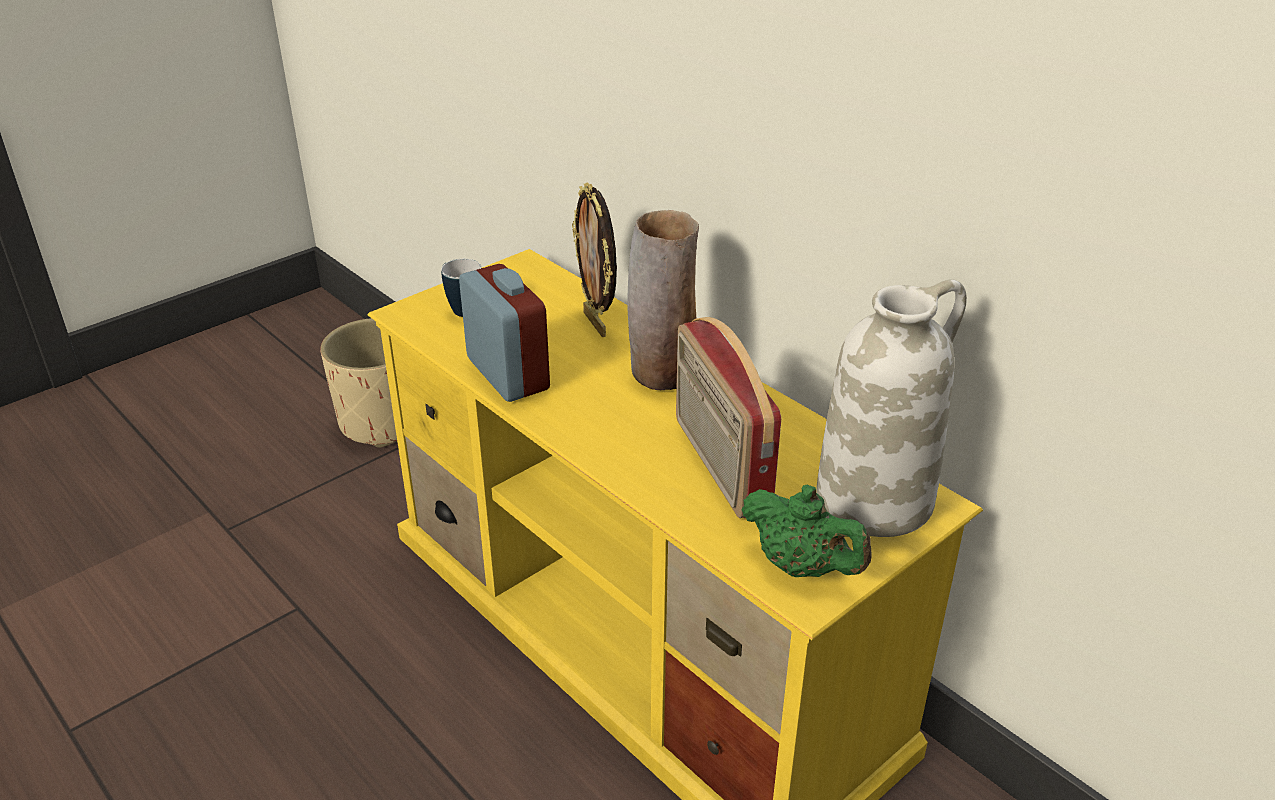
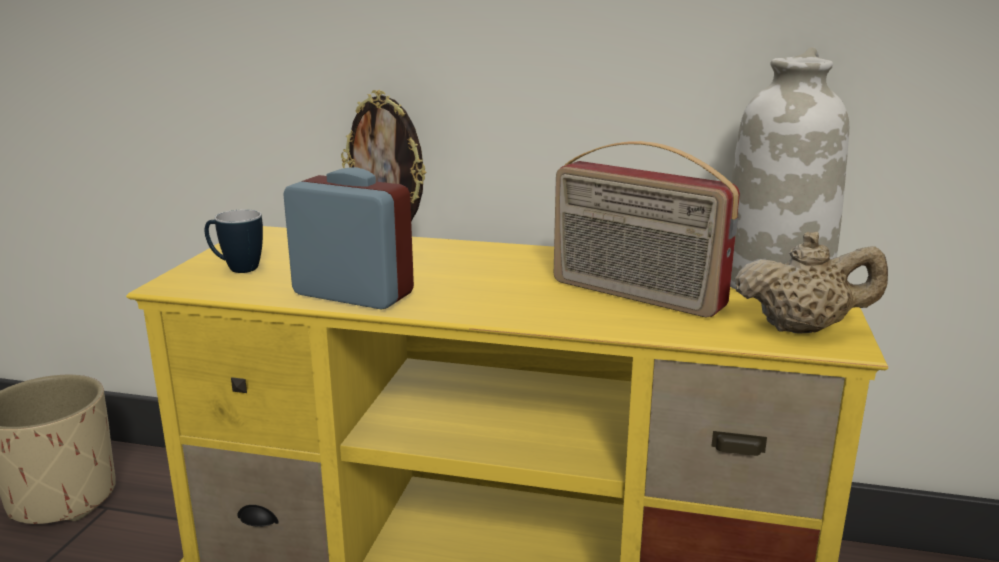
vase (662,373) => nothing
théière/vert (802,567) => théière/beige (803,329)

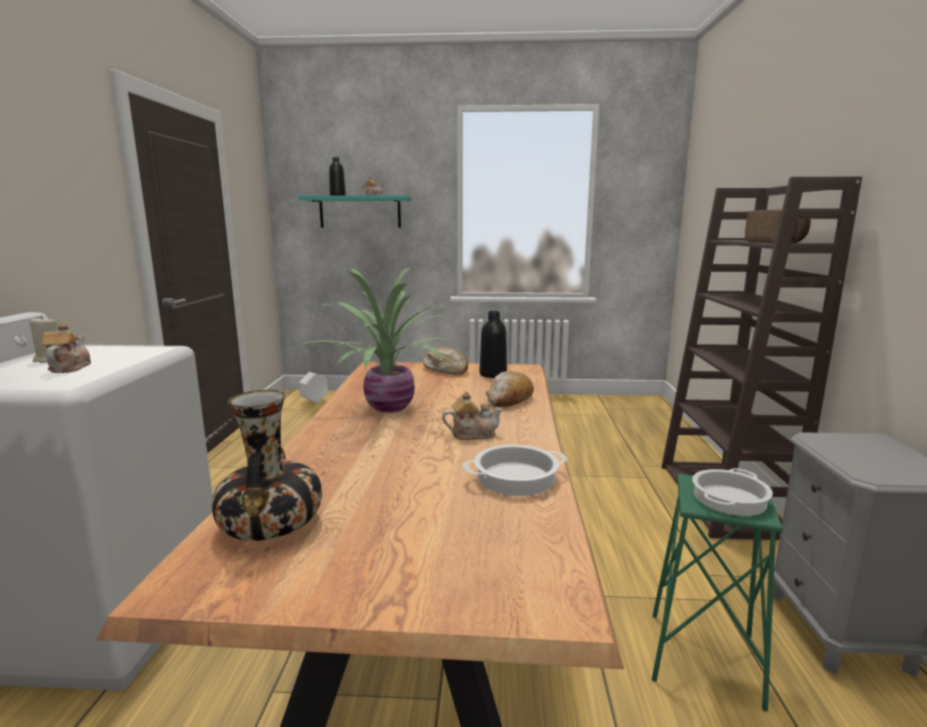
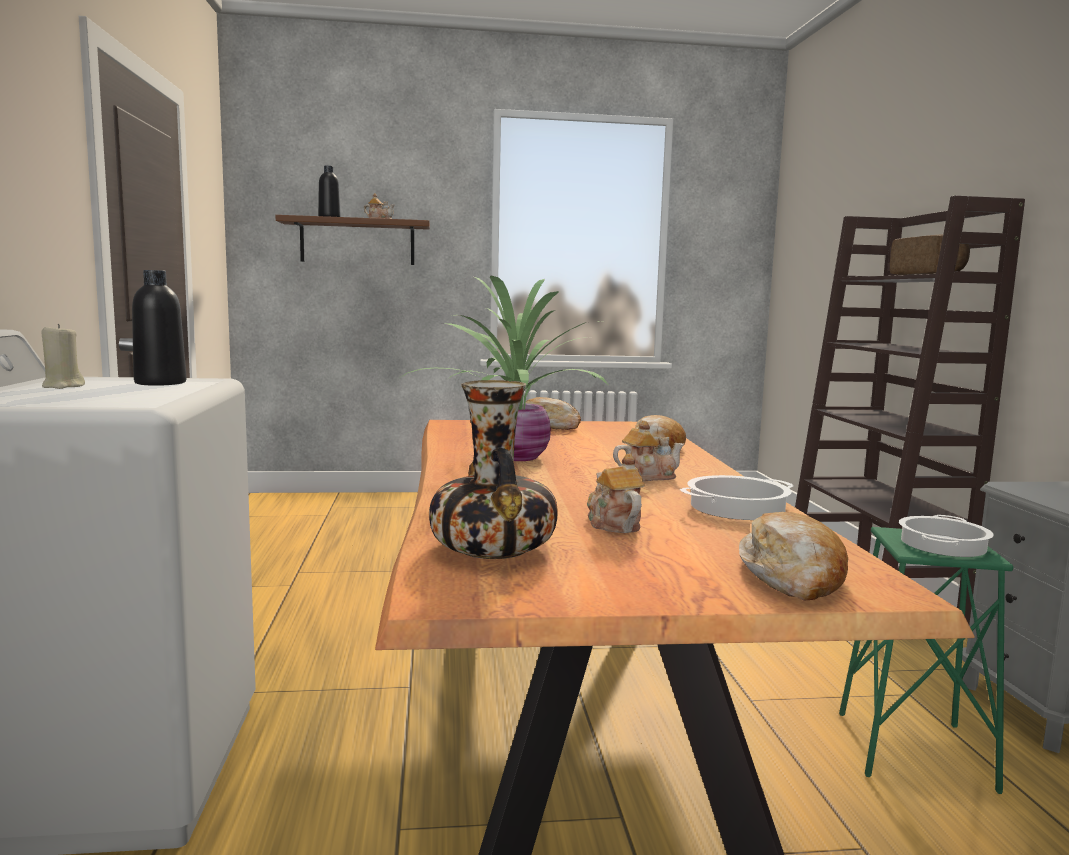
théière (69,368) => théière (613,524), shifted
étagère/turquoise (360,212) => étagère/marron (357,242)
cache-pot/blanc (314,402) => nothing
bouteille/noir (493,374) => bouteille/noir (160,383), shifted
nothing => pain (792,576)

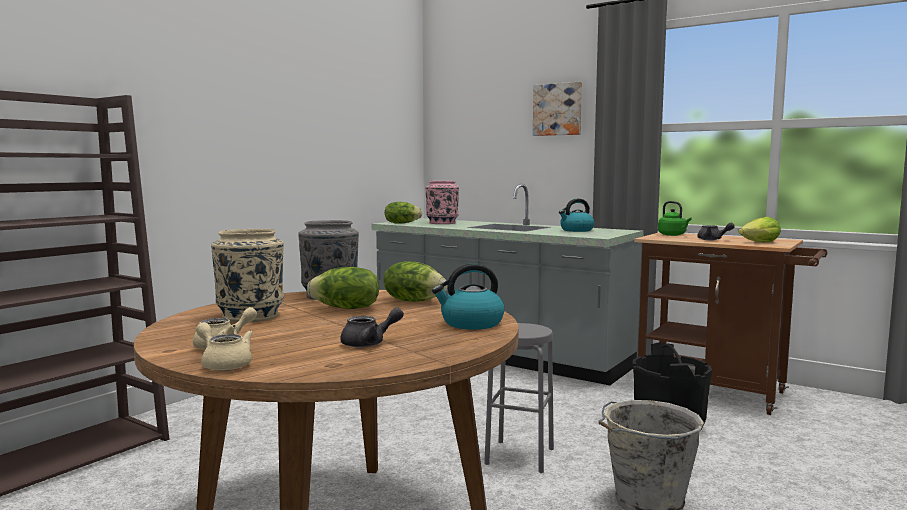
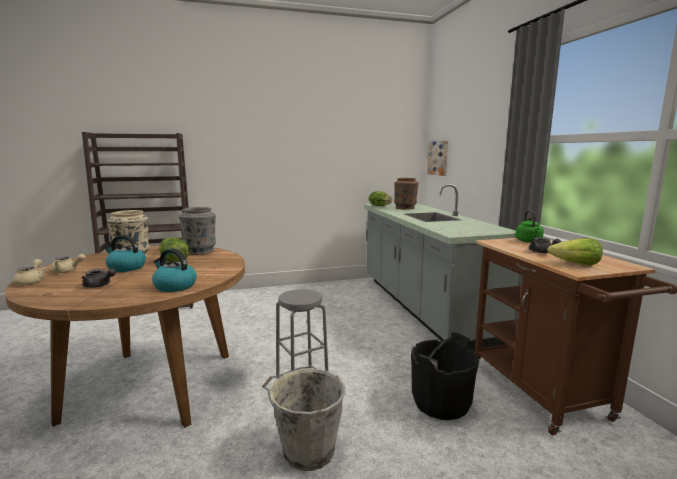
laitue (414,301) => nothing
vase/rose (442,223) => vase/marron (405,208)
tableau (558,109) => tableau (438,158), shifted
bouilloire (576,230) => bouilloire (126,268), shifted

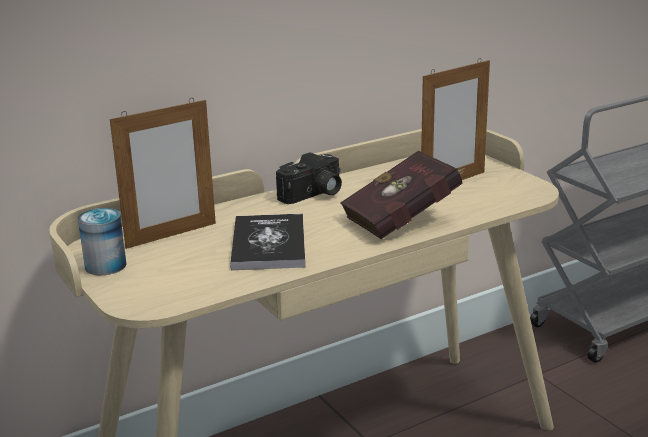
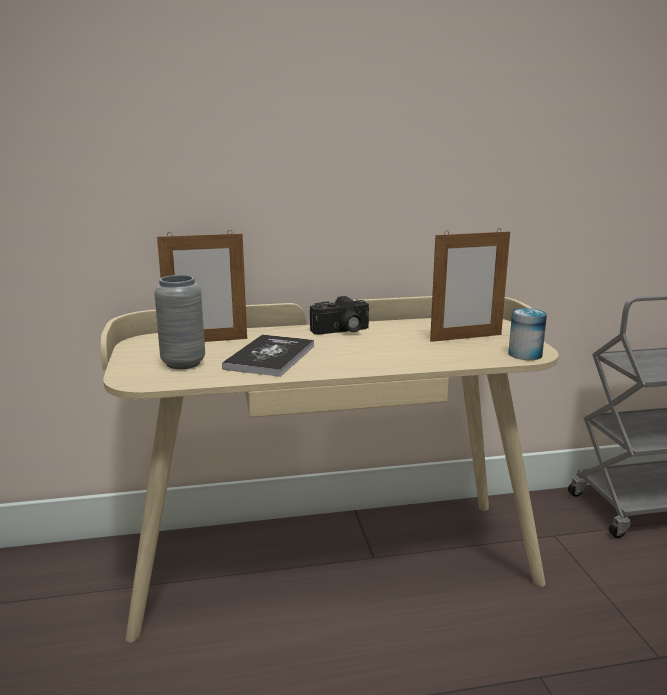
boîte métallique (105,266) => boîte métallique (525,354), shifted
livre/rouge (406,220) => nothing
nothing => vase/gris (183,363)

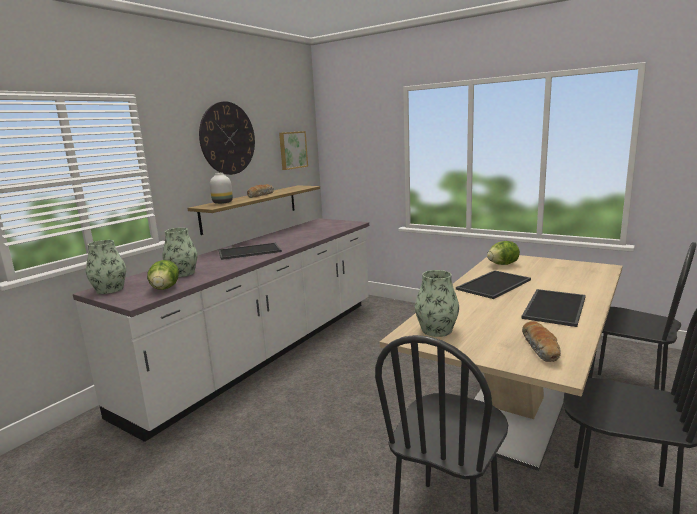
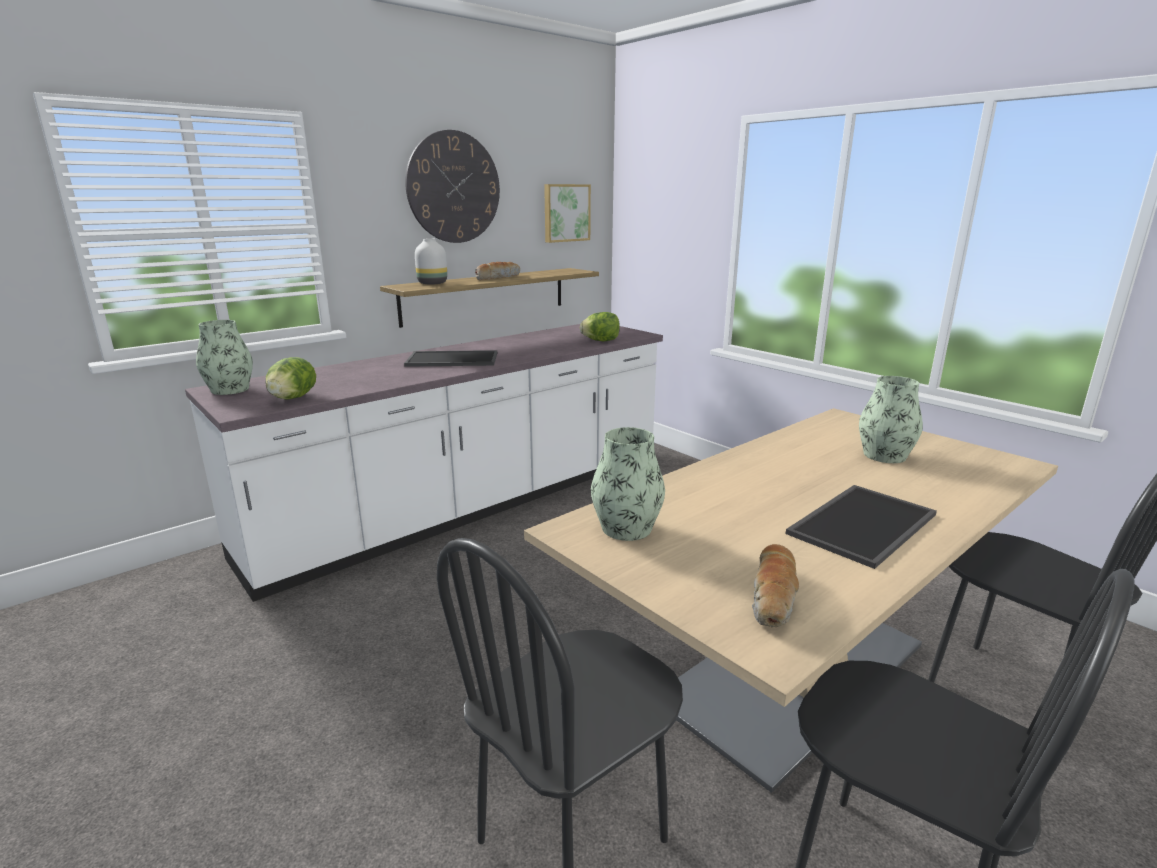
vase (182,273) => vase (884,455), shifted
plateau (494,285) => nothing
laitue (502,264) => laitue (601,341), shifted

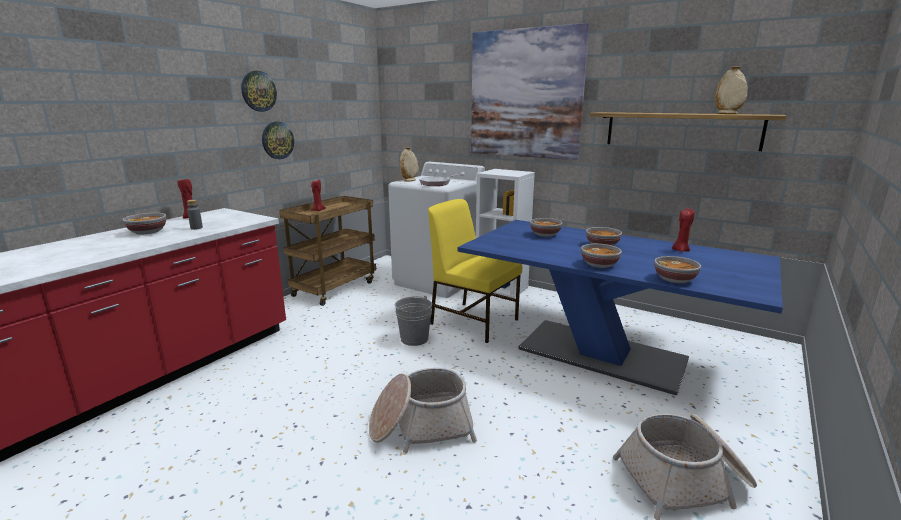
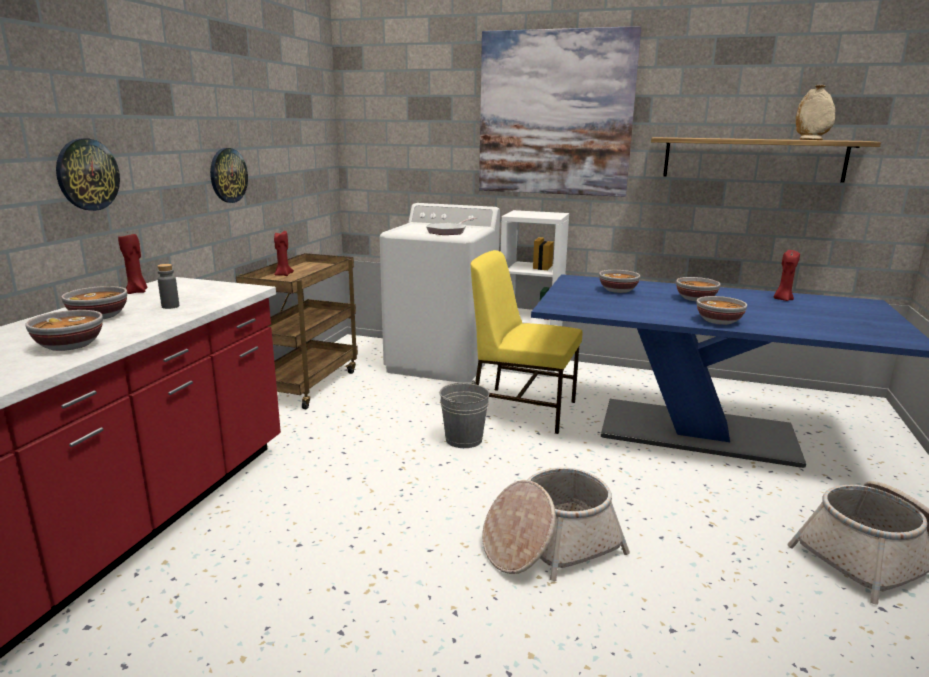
horloge murale (258,91) => horloge murale (87,174), shifted
vase/beige (409,180) => nothing
bol (674,280) => bol (69,346), shifted

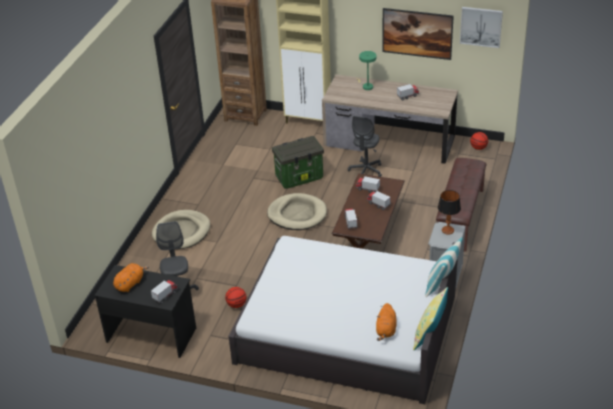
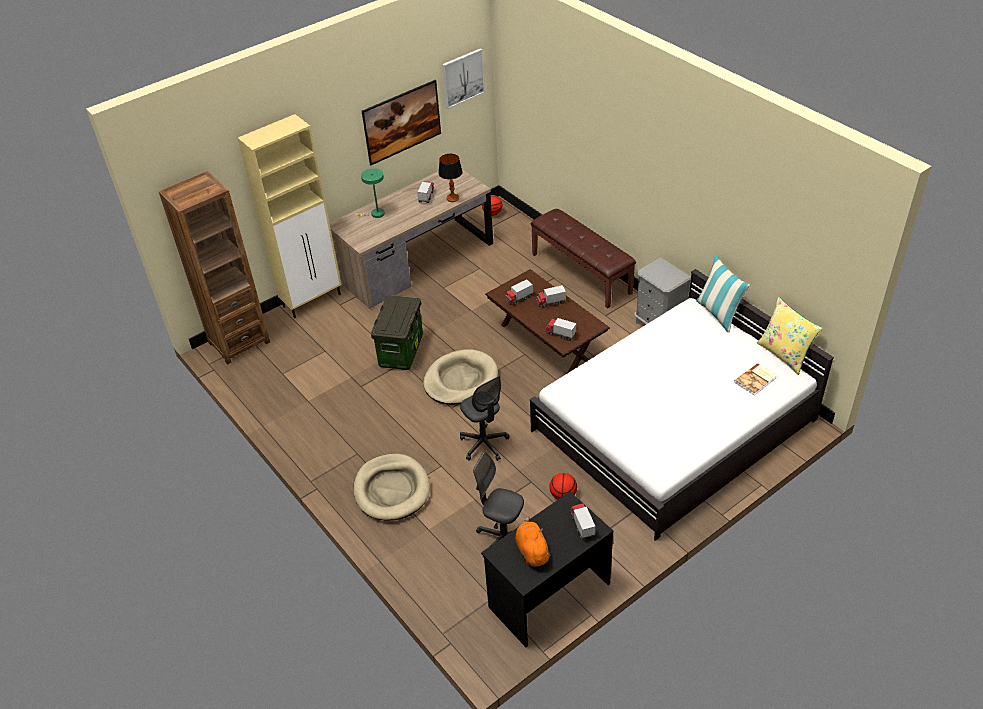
chaise de bureau/gris (366,171) => chaise de bureau/gris (484,444), shifted
peluche/orange (386,330) => livre (756,380)
lampe de table (447,230) => lampe de table (452,198), shifted

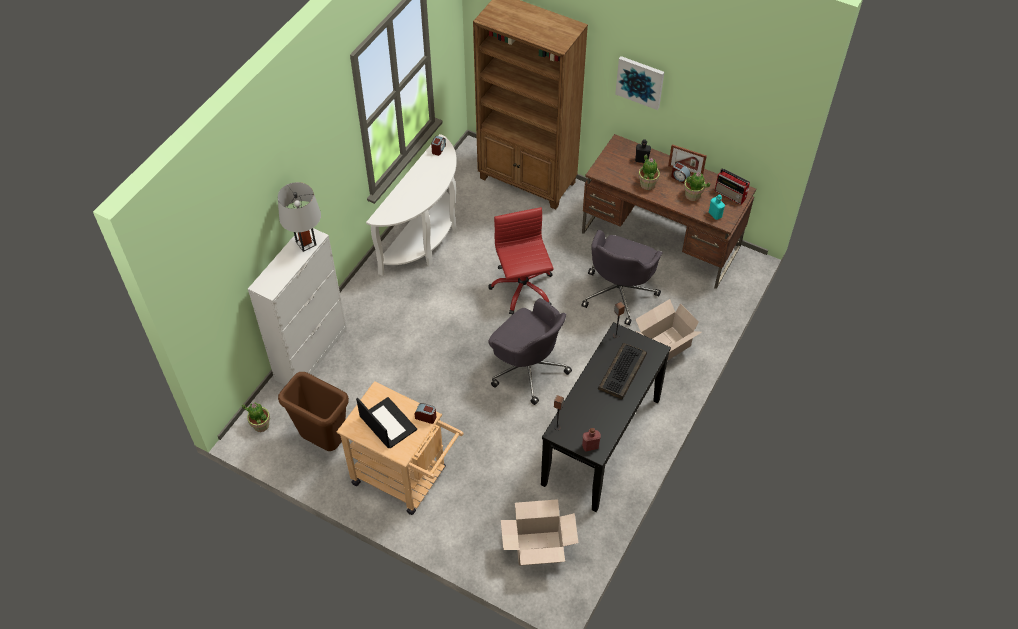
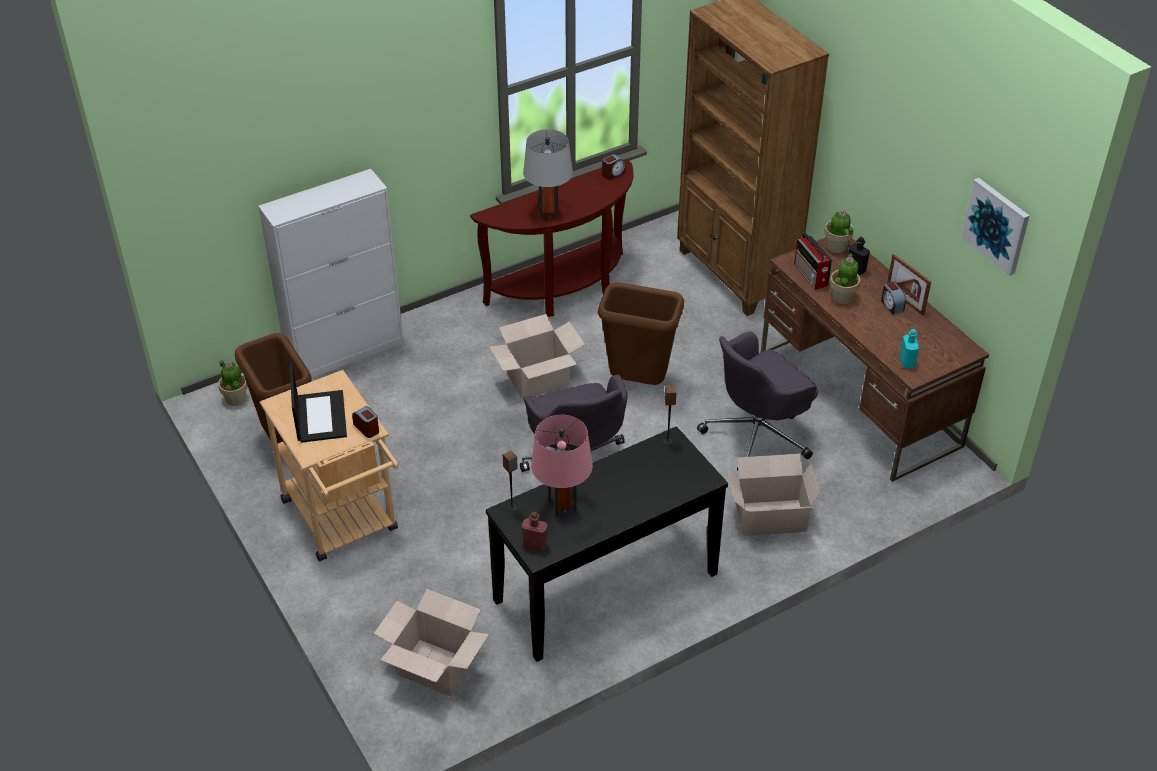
lampe de table/gris (306,243) => lampe de table/gris (548,212), shifted
table console/blanc (425,240) => table console/marron (564,289)
chaise de bureau/rouge (522,289) => poubelle/marron (639,383)
clavier (622,372) => nothing
tableau (640,82) => tableau (996,225), shifted
plante en pot (692,195) => plante en pot (836,247), shifted
radio (731,195) => radio (811,276), shifted
nothing => carton (538,379)
nothing => lampe de table/rose (562,507)

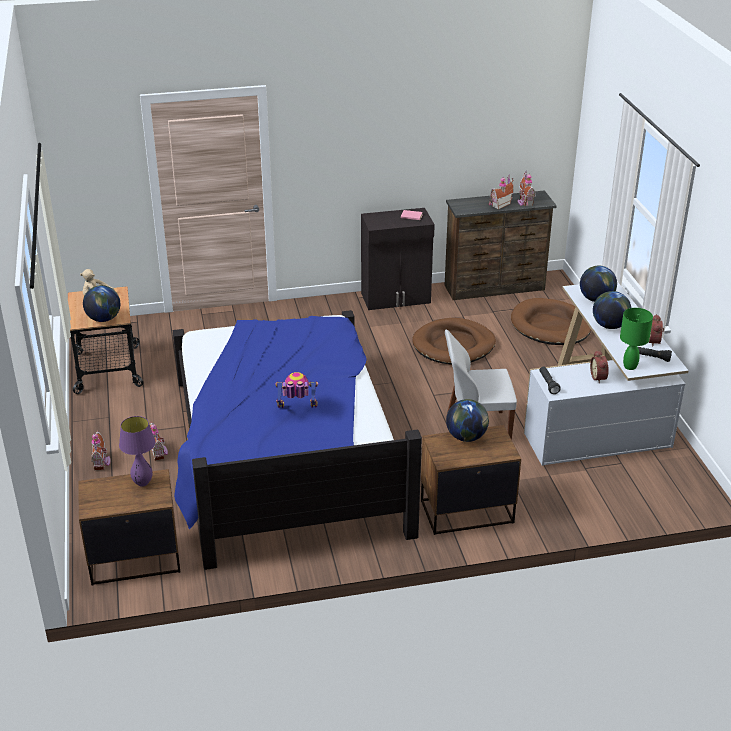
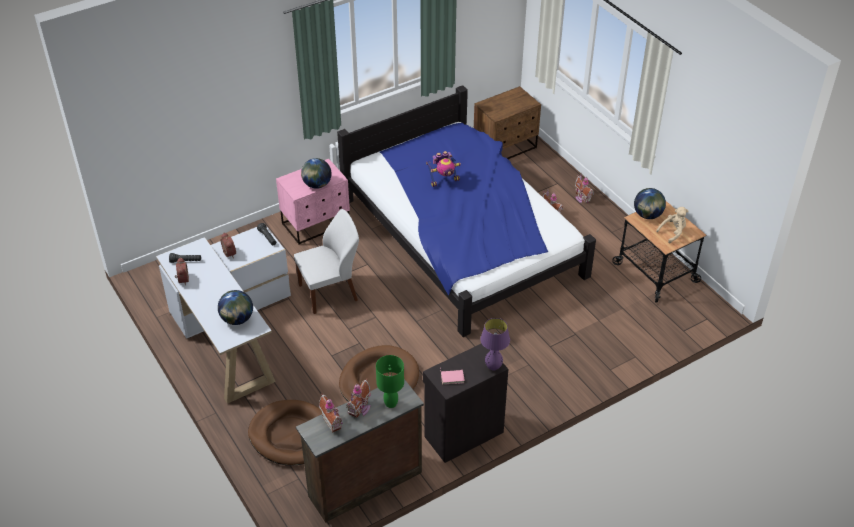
lampe de table/violet (142,483) => lampe de table/violet (493,367), shifted
table de chevet/marron (466,511) => table de chevet/rose (316,224)
globe (609,326) => nothing
lampe de table/vert (629,366) => lampe de table/vert (391,403), shifted

